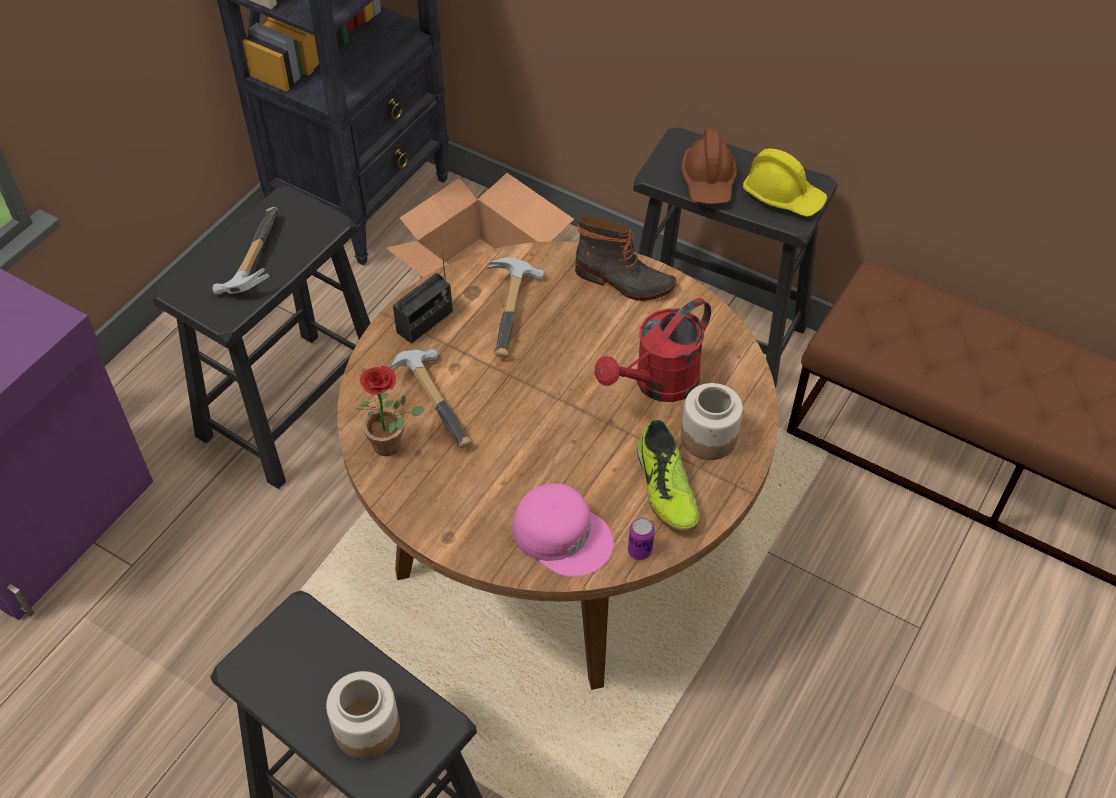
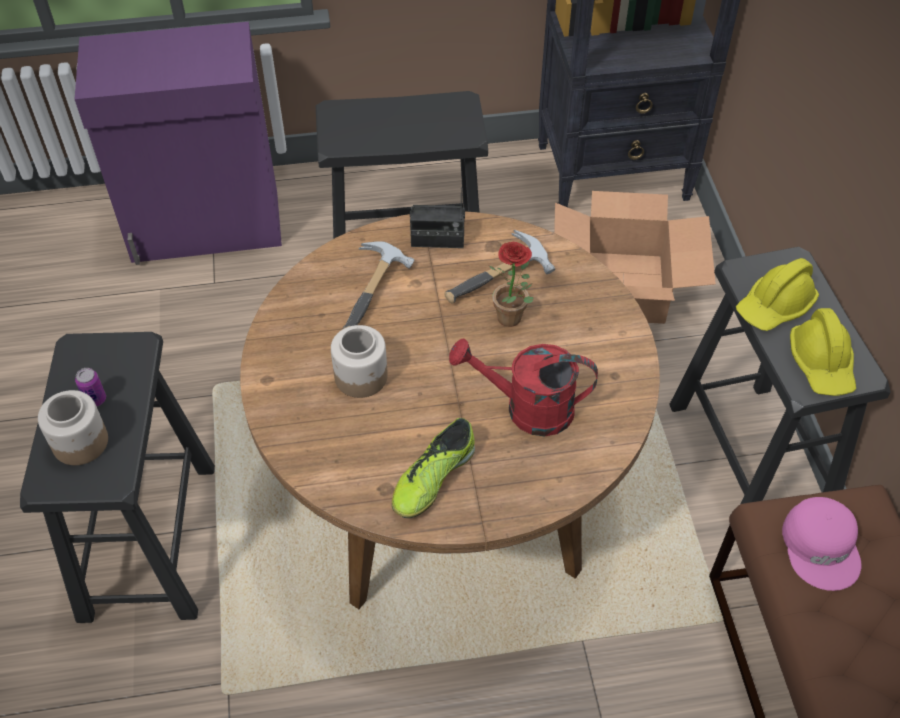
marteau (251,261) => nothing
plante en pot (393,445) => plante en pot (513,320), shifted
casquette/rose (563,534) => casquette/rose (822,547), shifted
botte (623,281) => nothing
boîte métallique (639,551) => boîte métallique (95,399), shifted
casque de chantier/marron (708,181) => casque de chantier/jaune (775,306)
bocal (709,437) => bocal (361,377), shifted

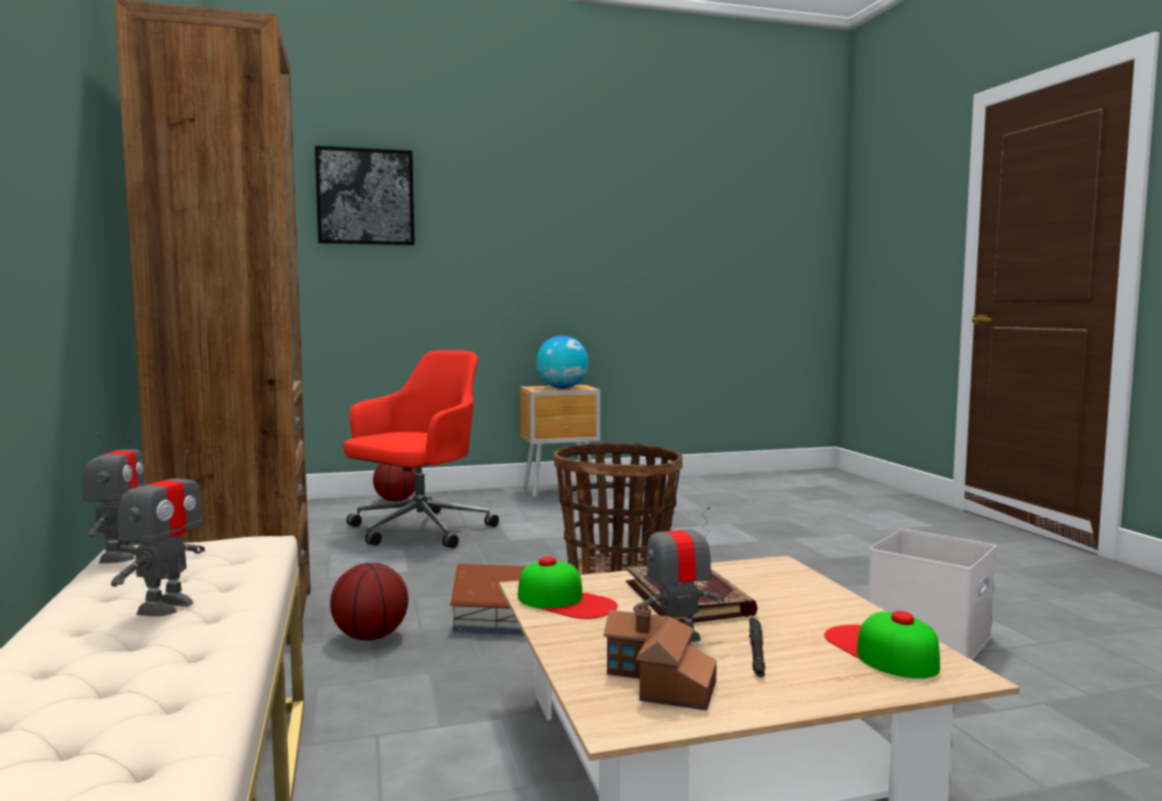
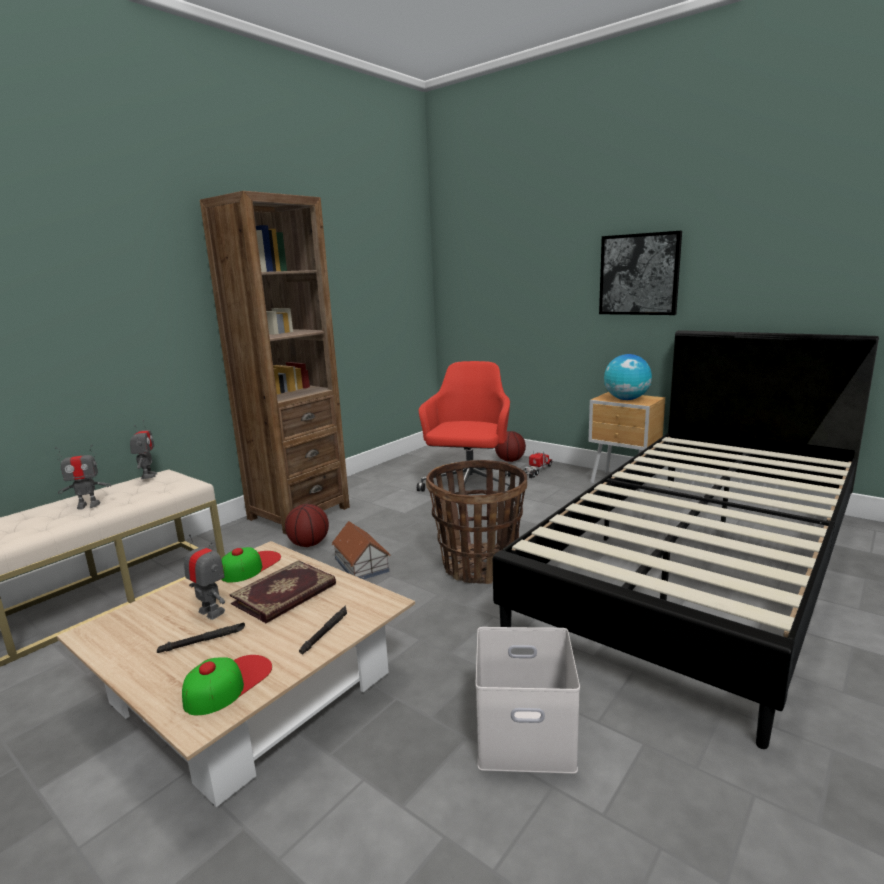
robot jouet (119,556) => robot jouet (148,476), 60 degrees counterclockwise
tableau (365,197) => tableau (639,274), shifted
chaise de bureau/rouge (418,530) => chaise de bureau/rouge (469,487), 75 degrees counterclockwise
casquette (566,601) => casquette (250,566), 150 degrees counterclockwise
maison miniature (659,683) => nothing
nothing => lampe de poche/noir (325,632)
nothing => lit/noir (700,567)
nothing => camion jouet (536,471)

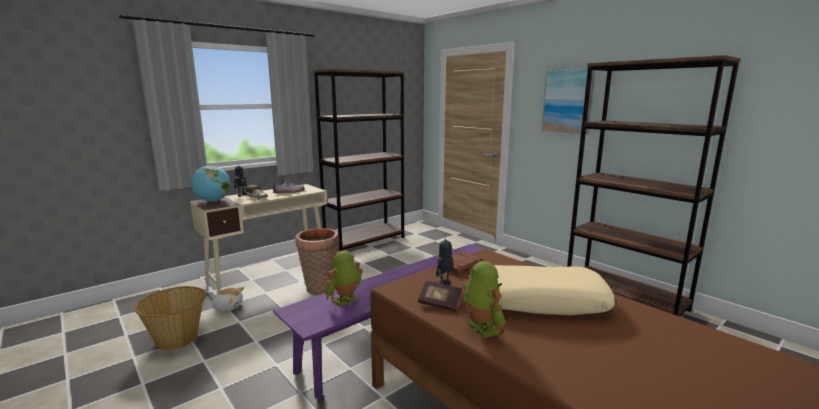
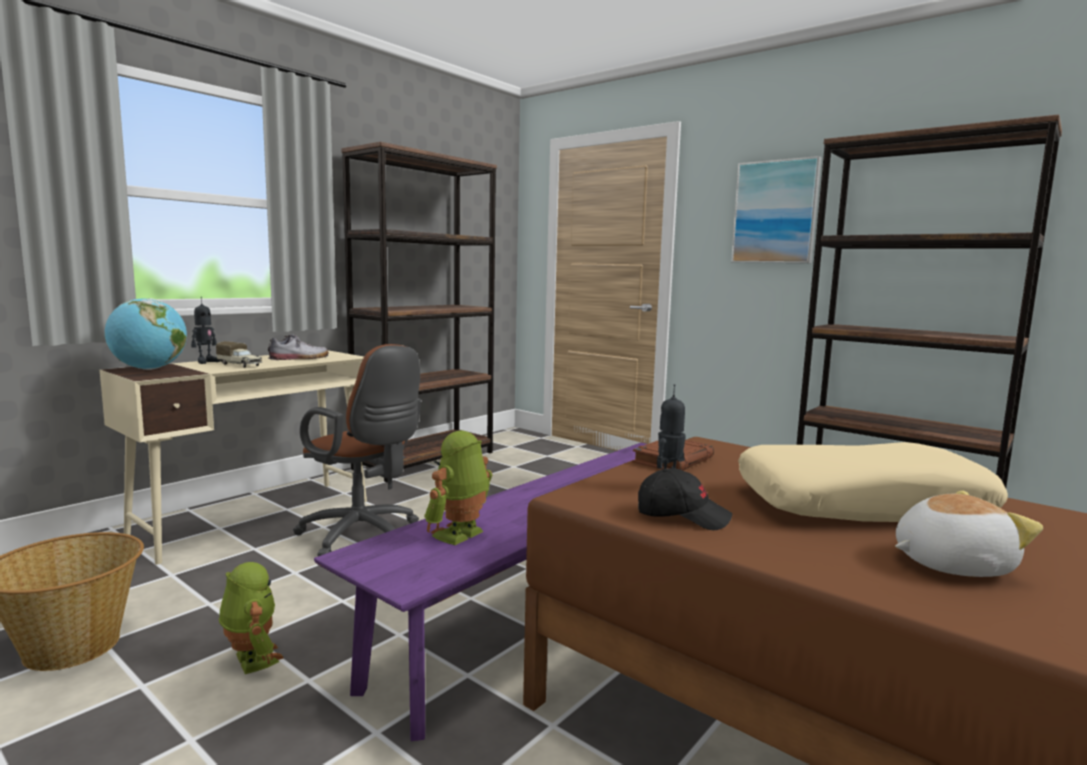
peluche (228,306) => peluche (949,564), shifted
panier (320,289) => chaise de bureau/marron (364,537)
livre (439,304) => casquette/noir (682,516)
robot jouet (480,329) => robot jouet (251,660), shifted

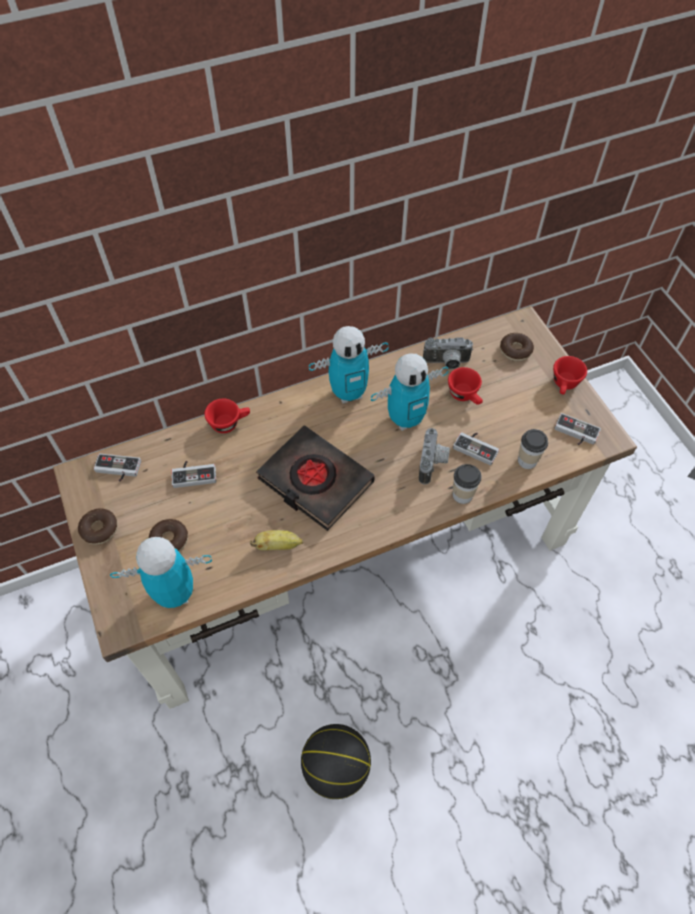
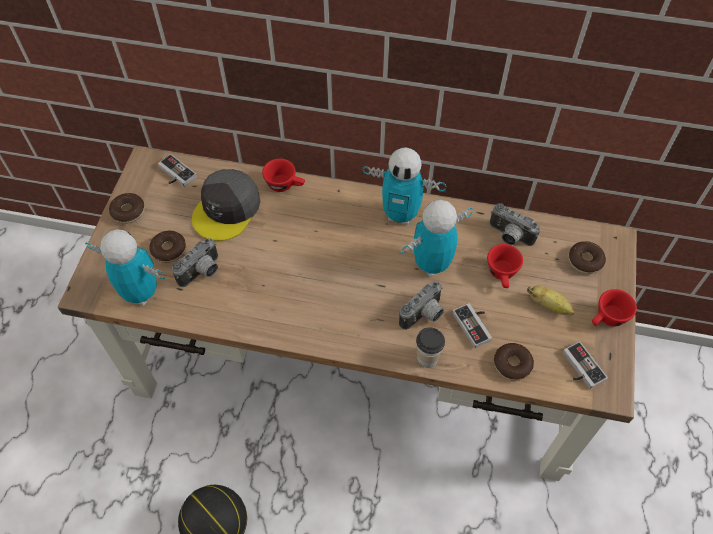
manette (194,473) => casquette/gris (227,209)
banane (278,545) => banane (549,305), shifted
livre/noir (315,481) => nothing
robot jouet (406,419) => robot jouet (431,264), 135 degrees clockwise
tasse (527,460) => beignet (512,364)
nothing => appareil photo (202,273)

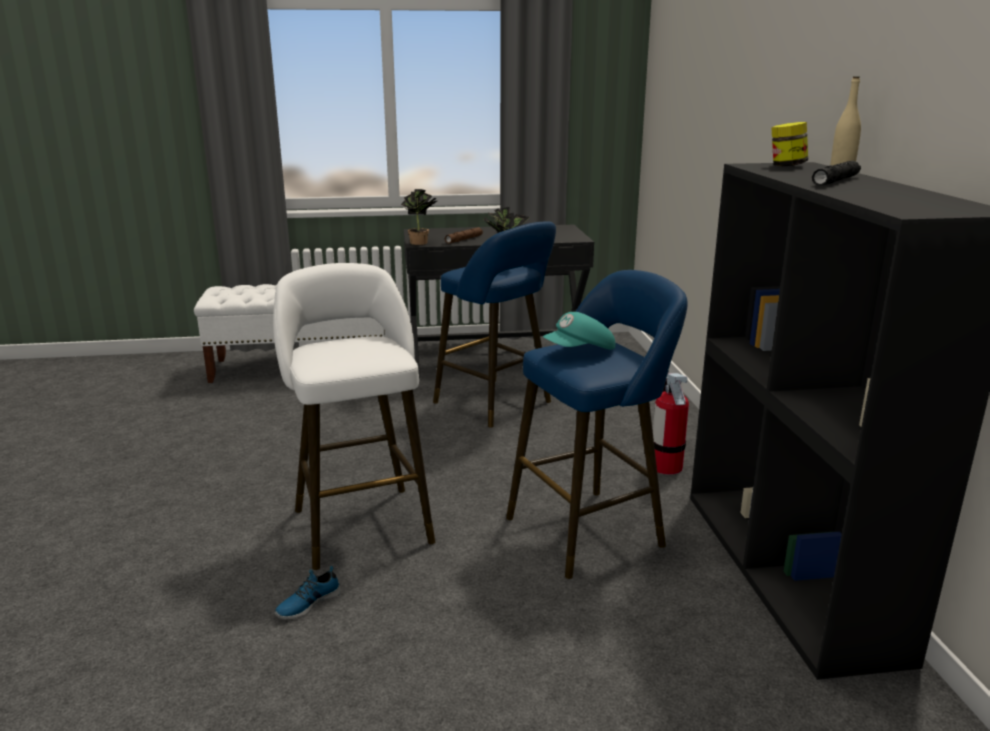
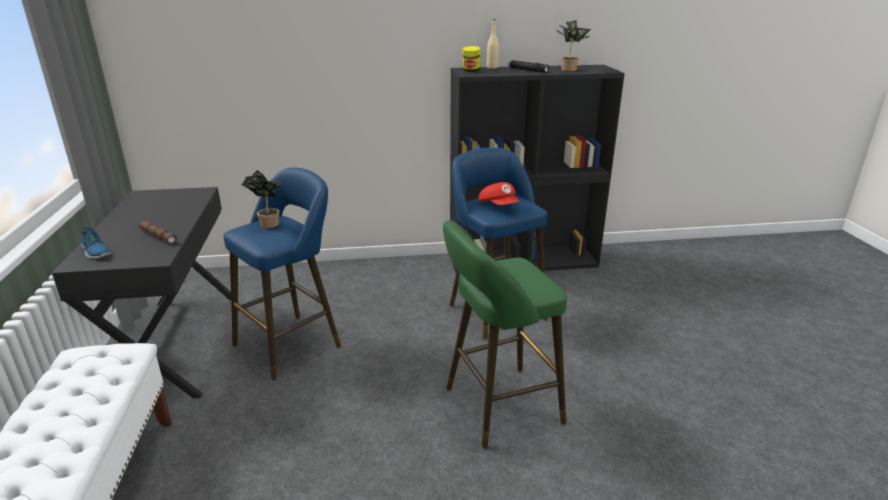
tabouret/blanc (360,521) => tabouret/vert (497,407)
chaussure (307,603) => chaussure (95,252), shifted
plante en pot (421,243) => plante en pot (569,69), shifted
casquette/turquoise (580,351) => casquette/rouge (499,206)
extincteur (666,466) => nothing

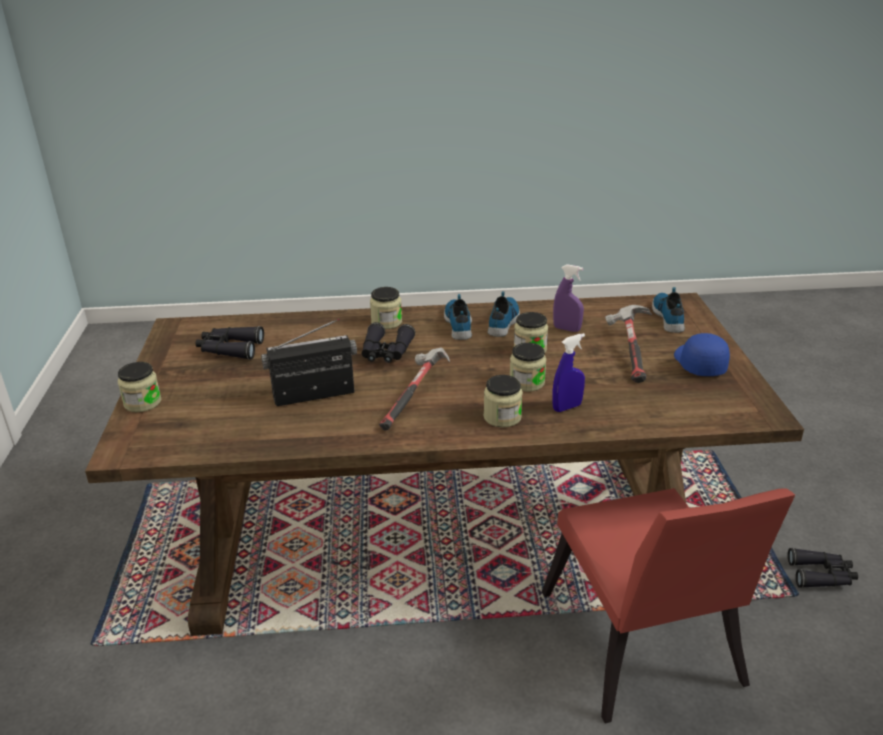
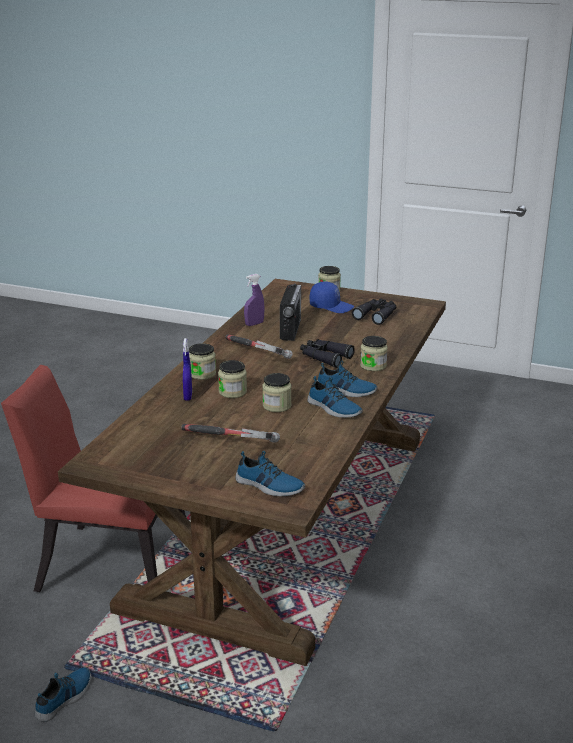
vaporisateur/violet (566,329) => vaporisateur/violet (254,324), shifted
casquette/bleu (698,364) => casquette/bleu (331,306), shifted
jumelles/noir (821,575) => chaussure (65,698)

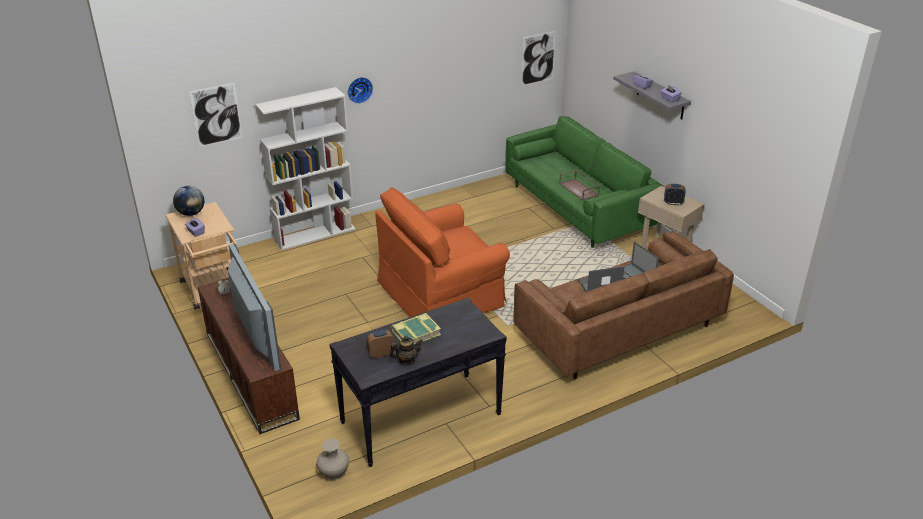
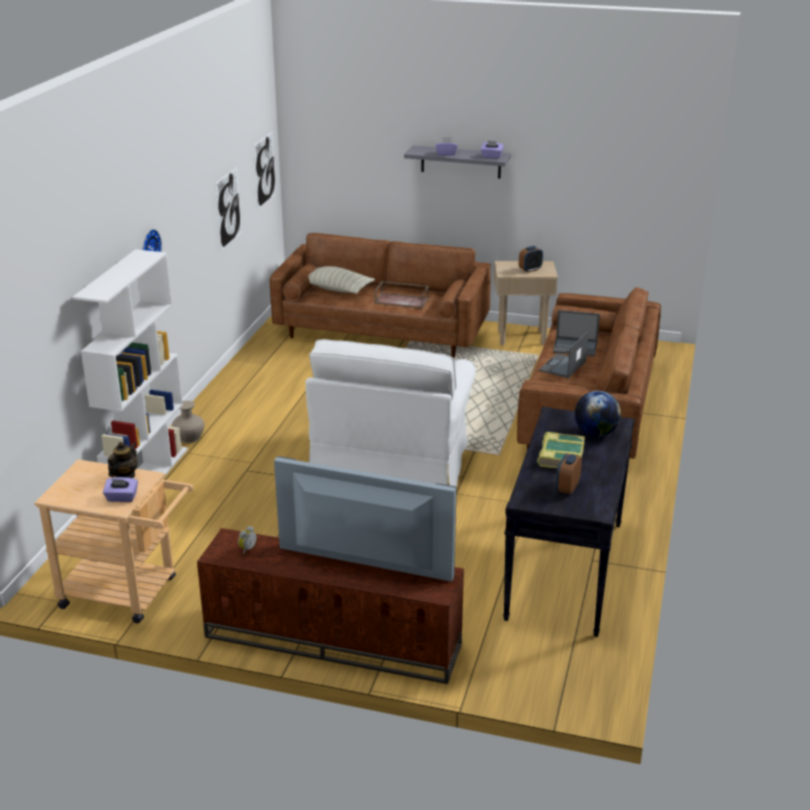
globe (191,213) => globe (595,433), shifted
tableau (216,115) => tableau (228,208), shifted
vase/beige (333,471) => vase/beige (189,437), shifted
fauteuil/orange (442,295) => fauteuil/blanc (394,461)
théière (406,360) => théière (124,476), shifted
canapé/vert (578,207) => canapé/marron (382,331)
nothing => coussin (337,289)

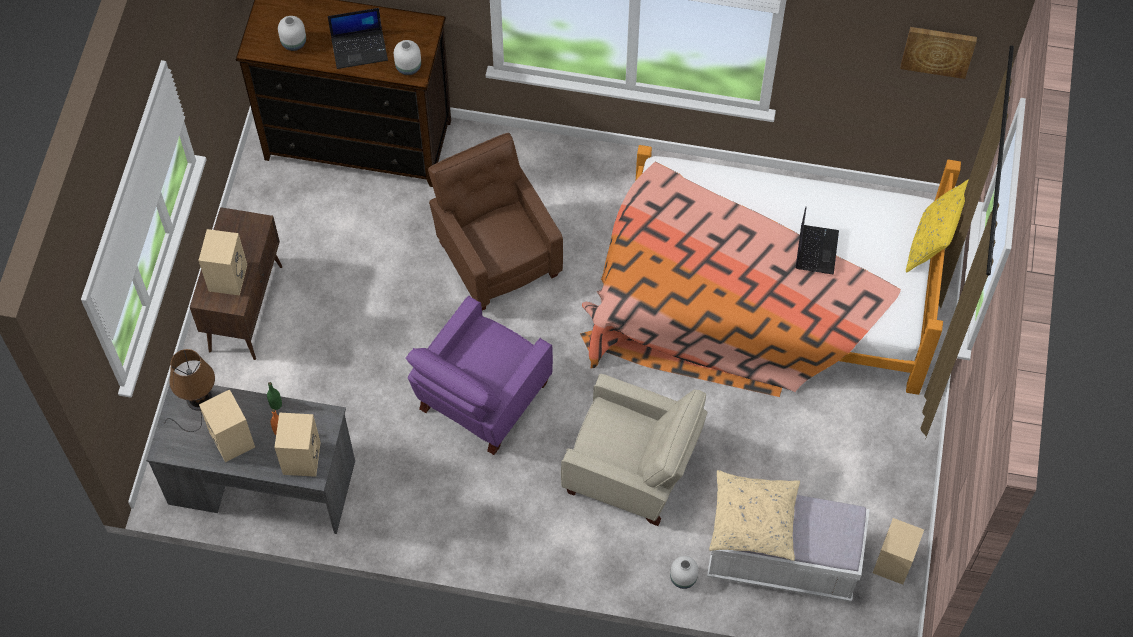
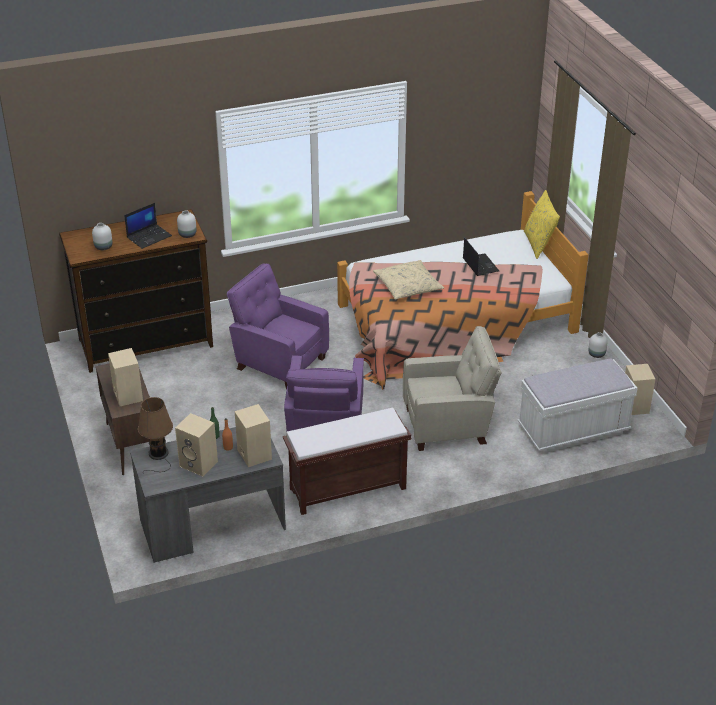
fauteuil/marron (497,254) => fauteuil/violet (279,362)
vase/blanc (683,578) => vase/blanc (597,354), shifted
coussin/beige (753,520) => coussin/beige (407,286), shifted
tableau (938,50) => nothing
nothing => banc/marron (346,489)

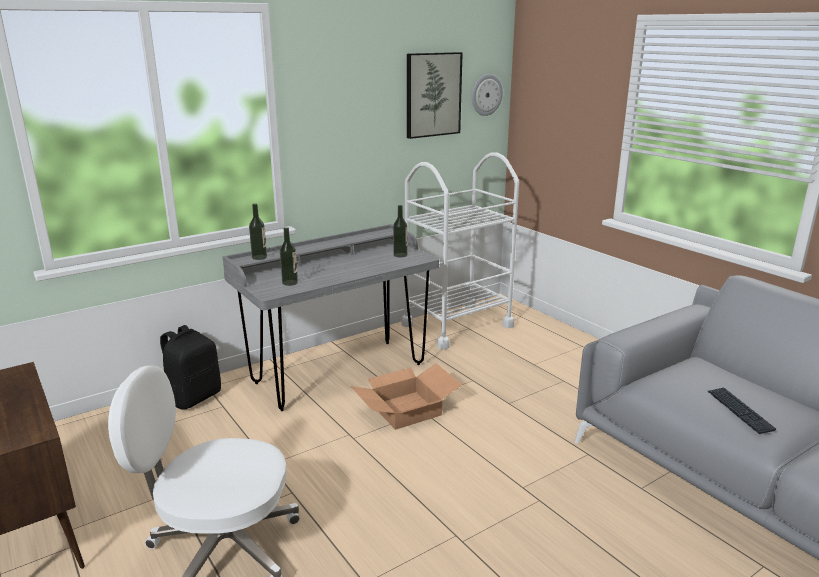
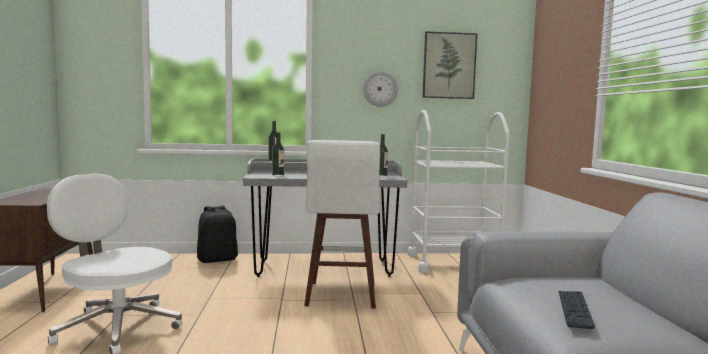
carton (406,410) => tabouret/blanc (341,296)
horloge murale (486,94) => horloge murale (380,89), shifted

